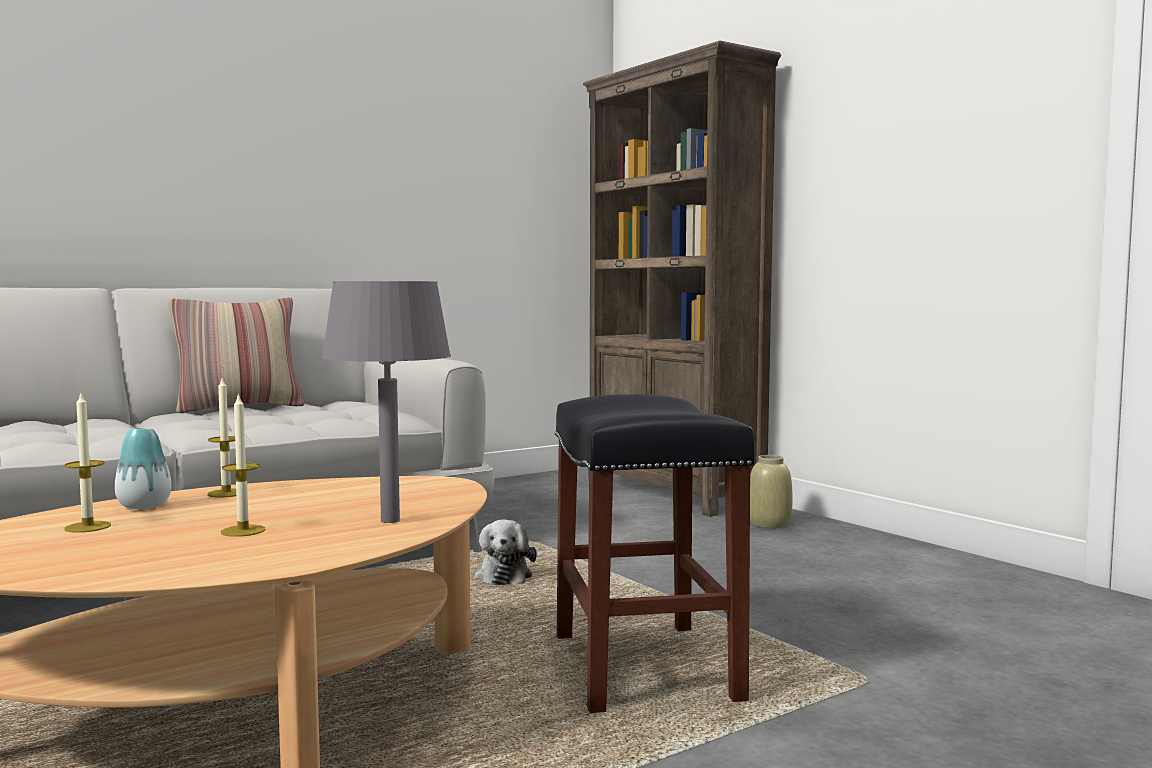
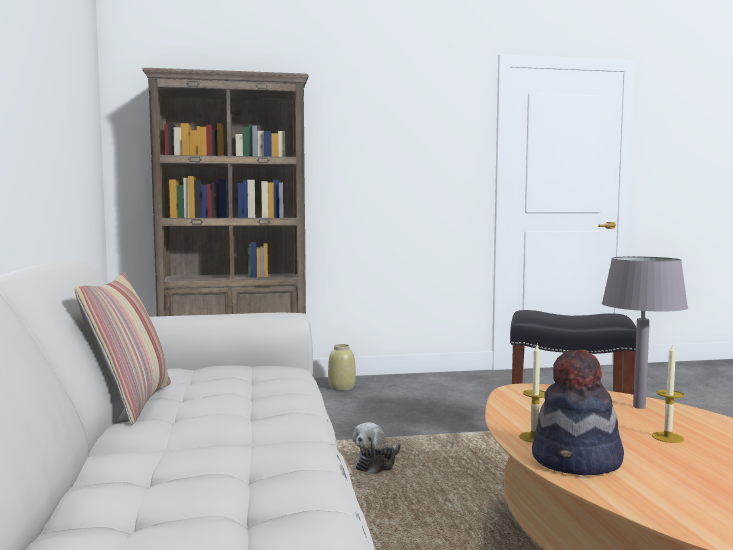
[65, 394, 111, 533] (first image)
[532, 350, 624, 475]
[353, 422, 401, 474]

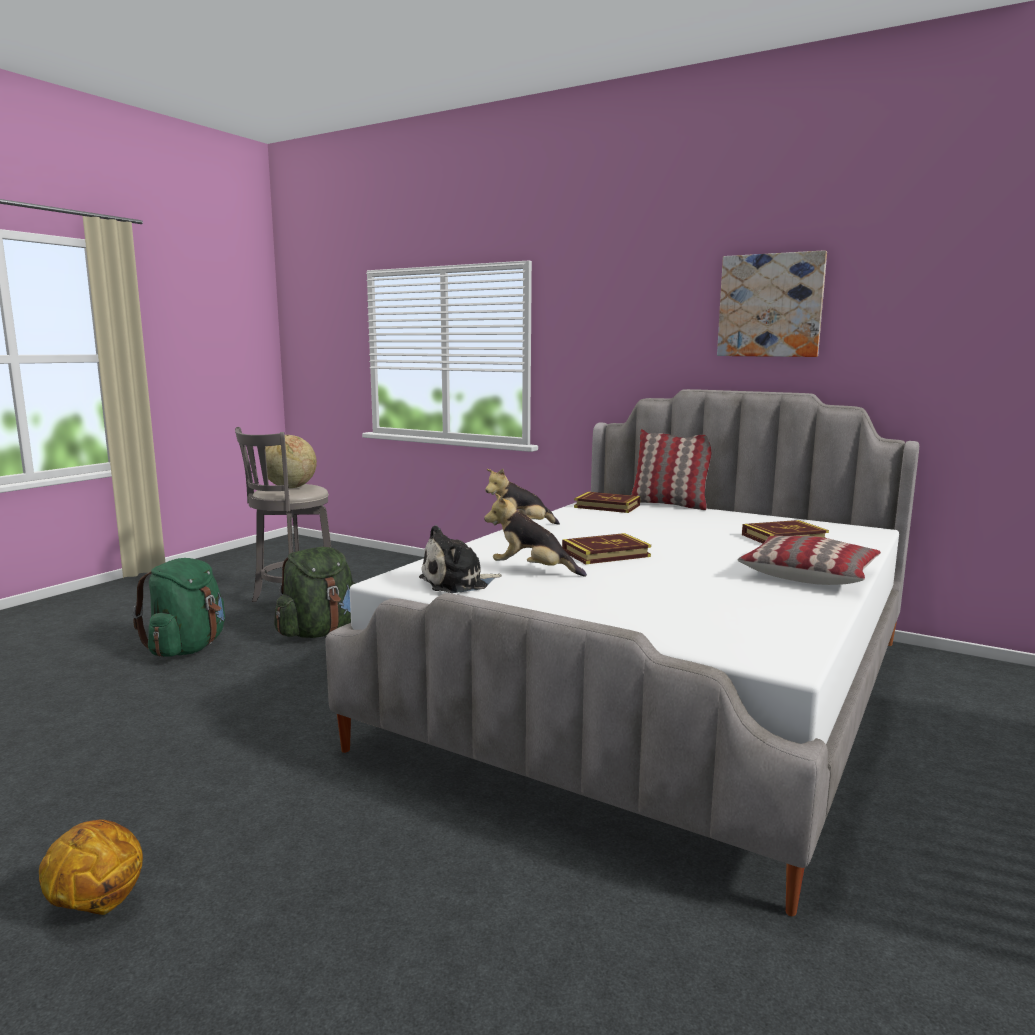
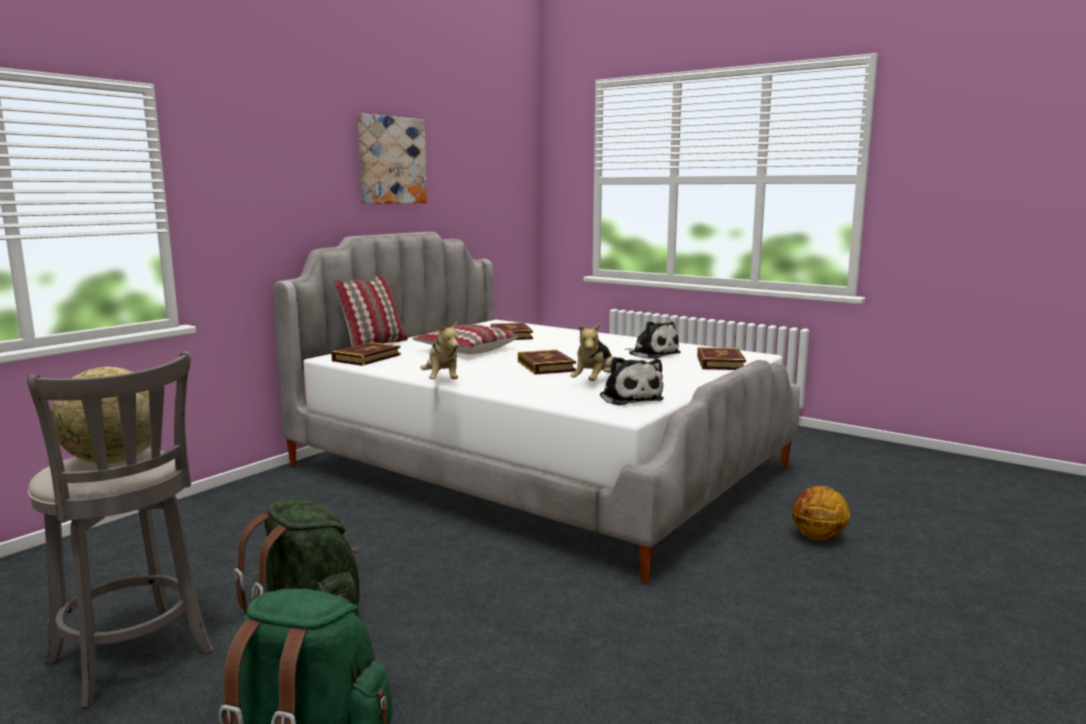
[792, 486, 850, 541]
[413, 324, 519, 354]
[625, 321, 681, 359]
[697, 347, 746, 370]

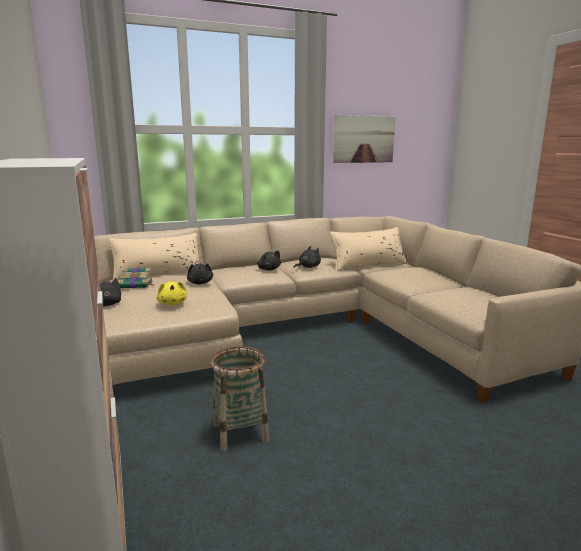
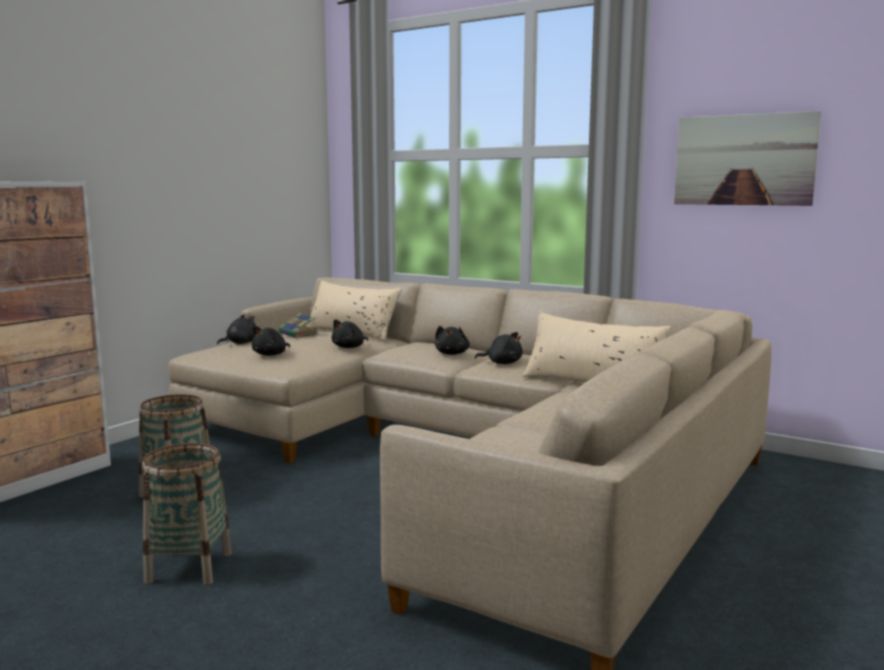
[252, 326, 290, 356]
[142, 443, 232, 585]

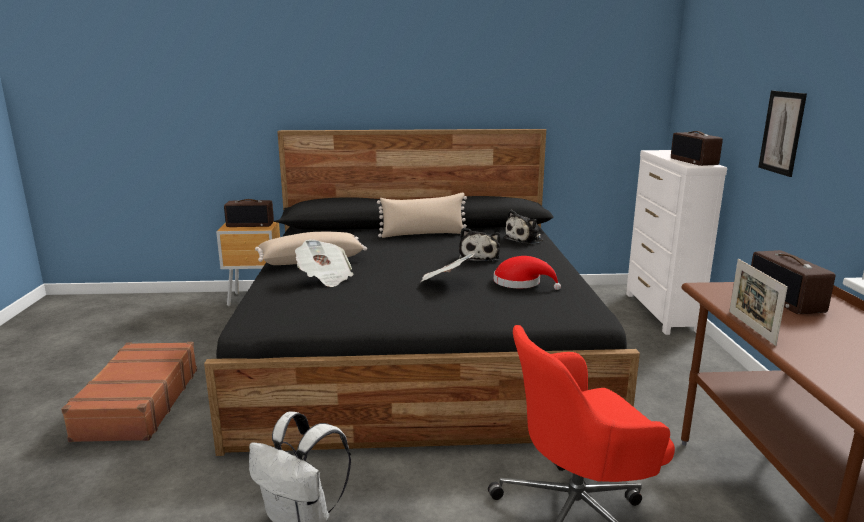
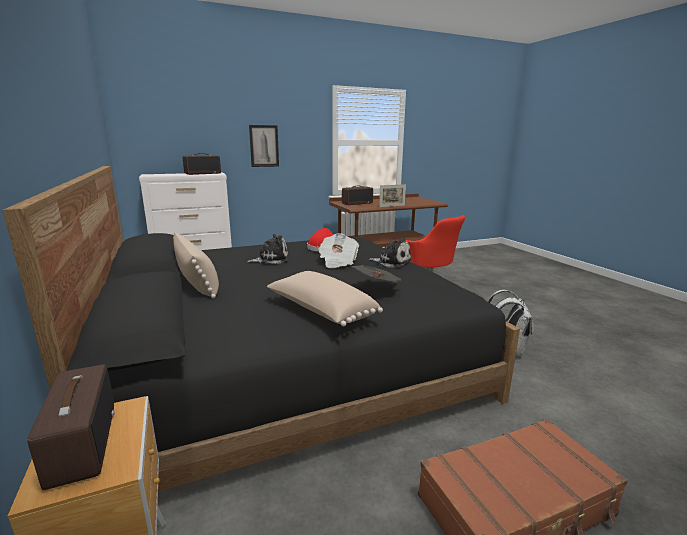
[369, 238, 411, 268]

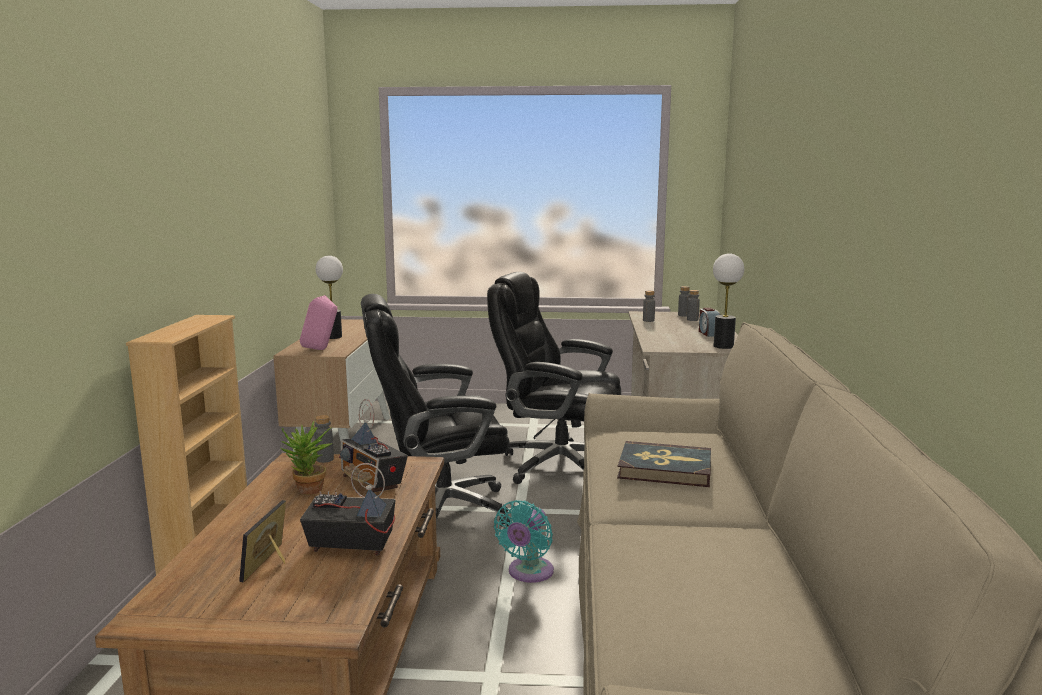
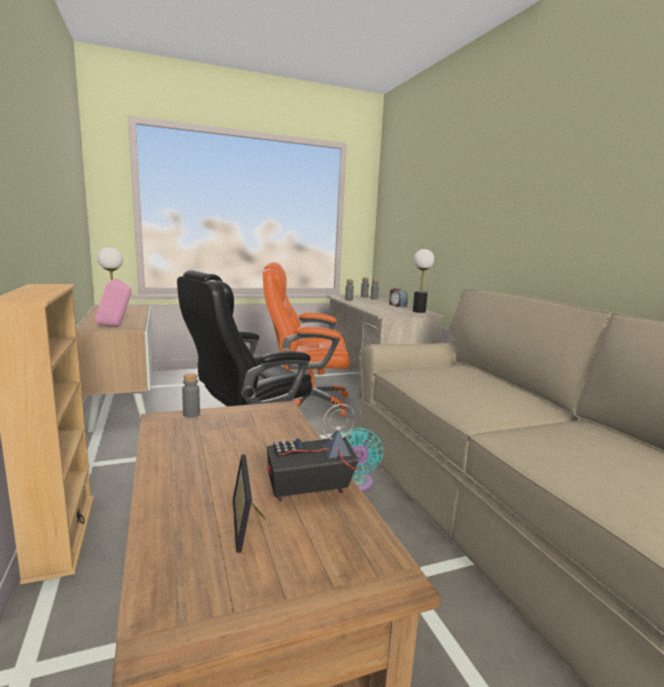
[280, 421, 333, 495] (first image)
[339, 399, 408, 492] (first image)
[263, 262, 350, 416]
[617, 441, 711, 487] (first image)

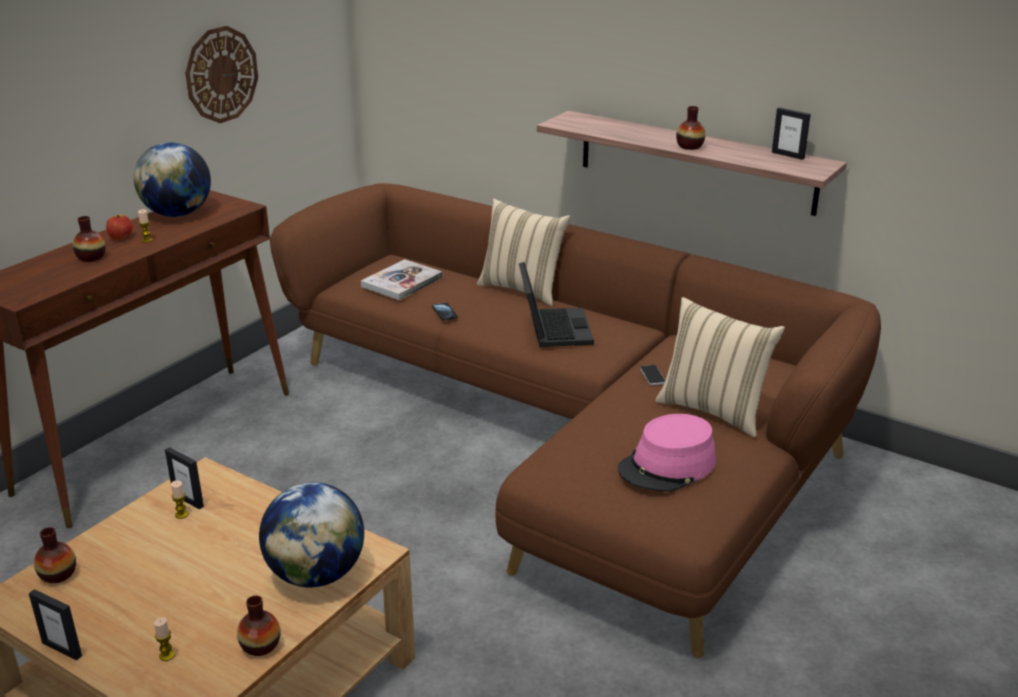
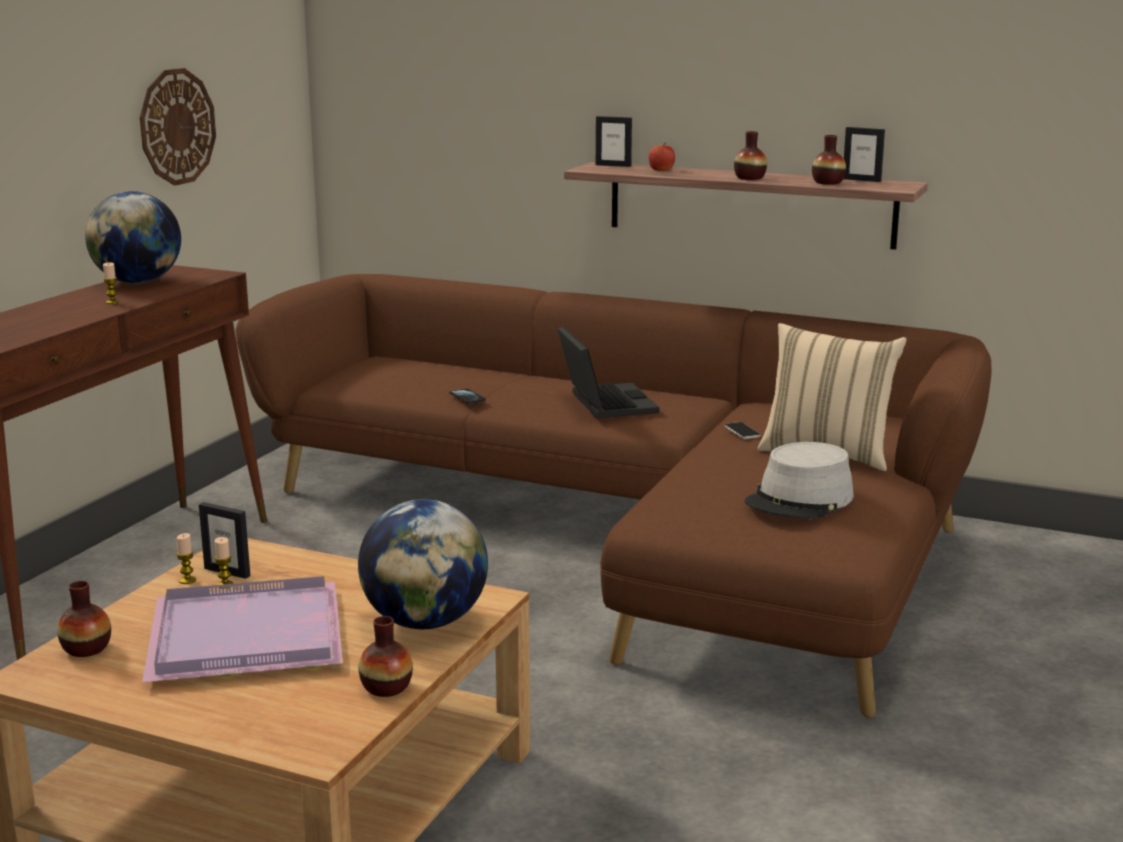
[596, 116, 632, 167]
[812, 135, 846, 185]
[649, 143, 675, 171]
[176, 533, 196, 584]
[361, 259, 443, 300] (first image)
[477, 199, 570, 306] (first image)
[745, 442, 854, 519]
[142, 576, 343, 682]

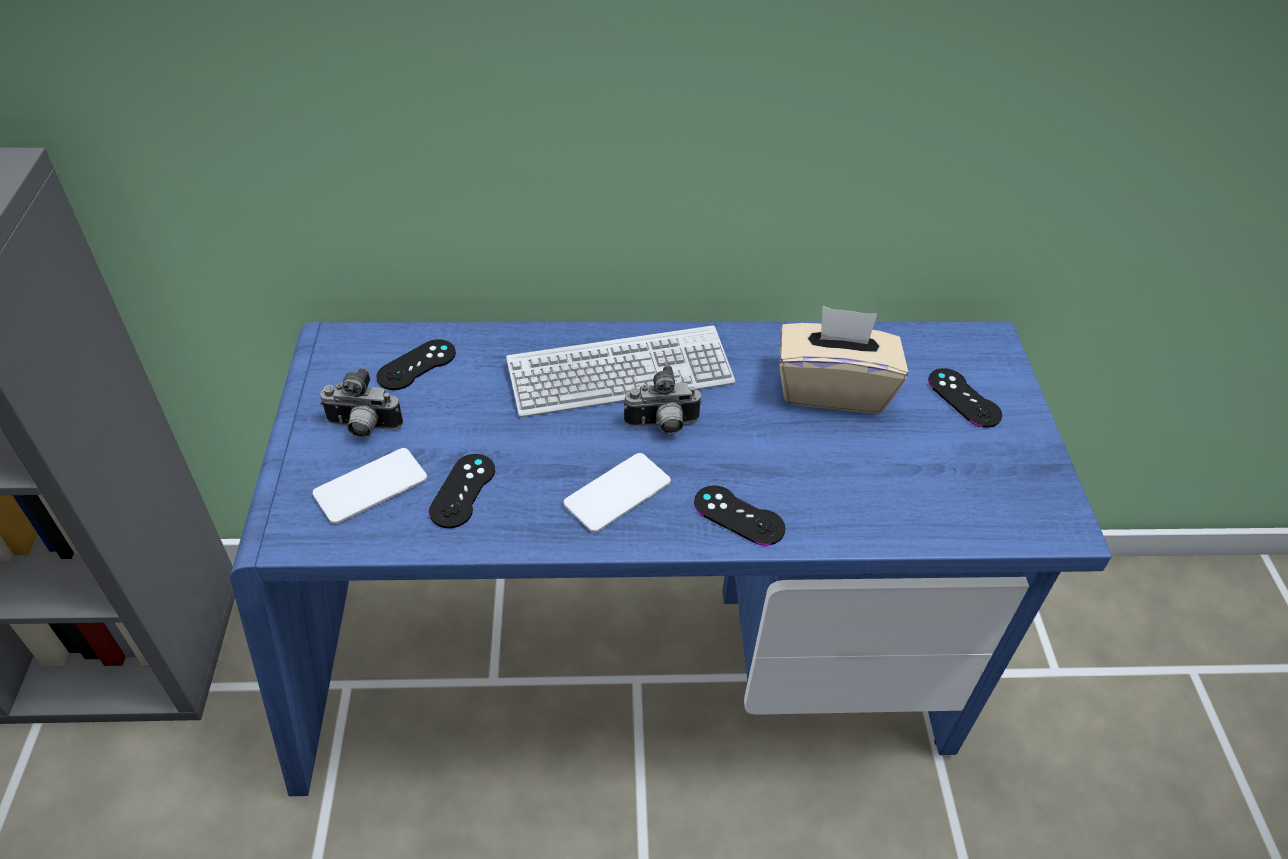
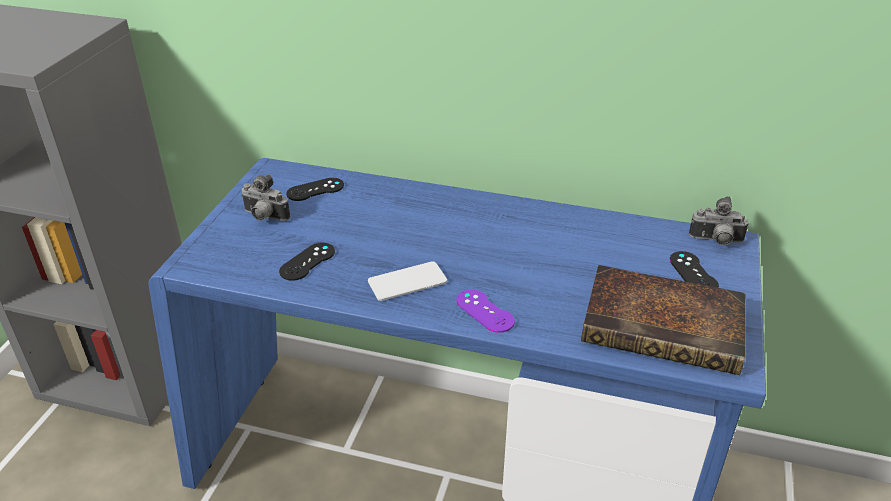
[312, 448, 427, 524] (first image)
[506, 326, 735, 417] (first image)
[689, 196, 749, 245]
[456, 289, 515, 333]
[779, 306, 908, 413] (first image)
[581, 265, 745, 375]

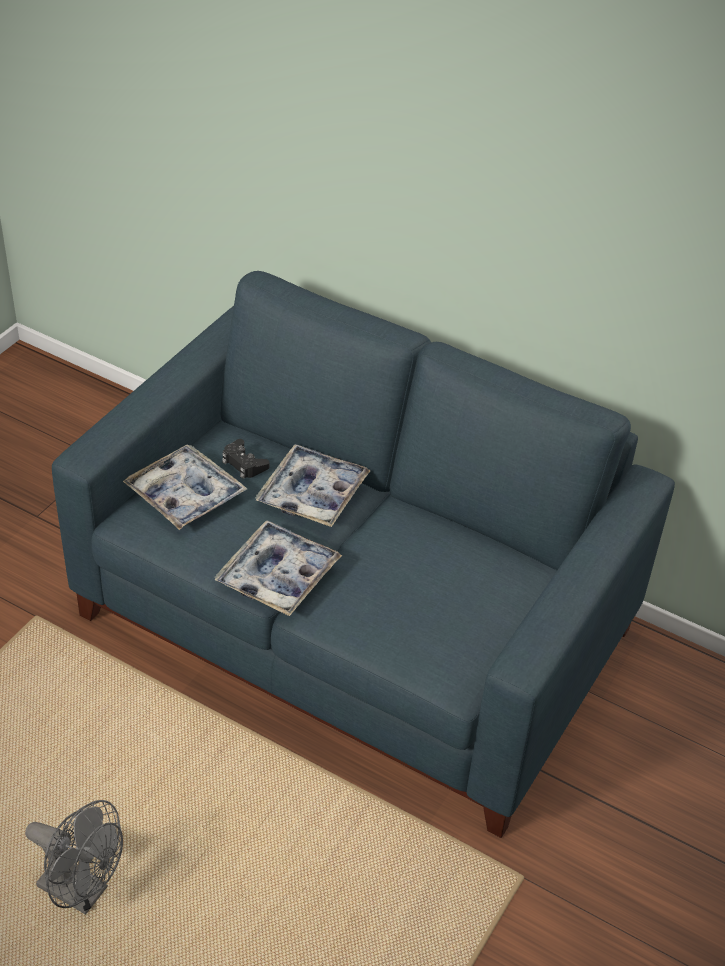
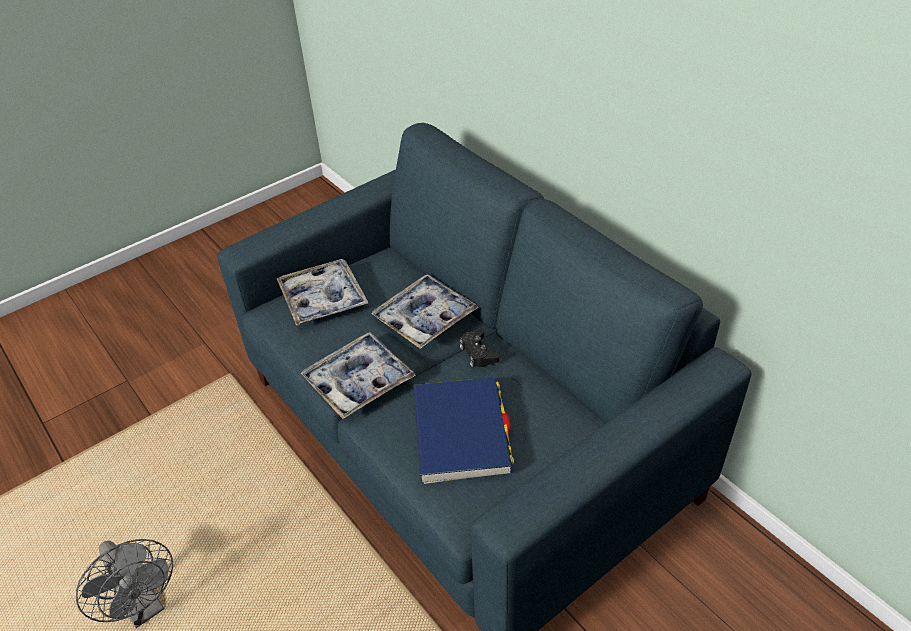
[460, 329, 499, 367]
[413, 377, 514, 484]

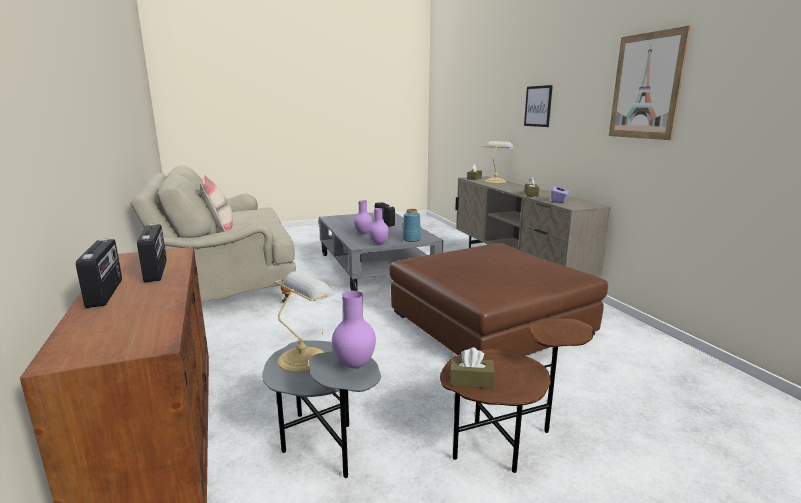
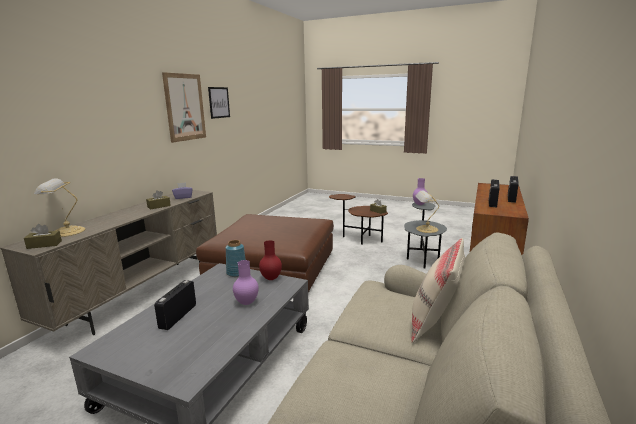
[259, 240, 282, 280]
[208, 87, 230, 119]

